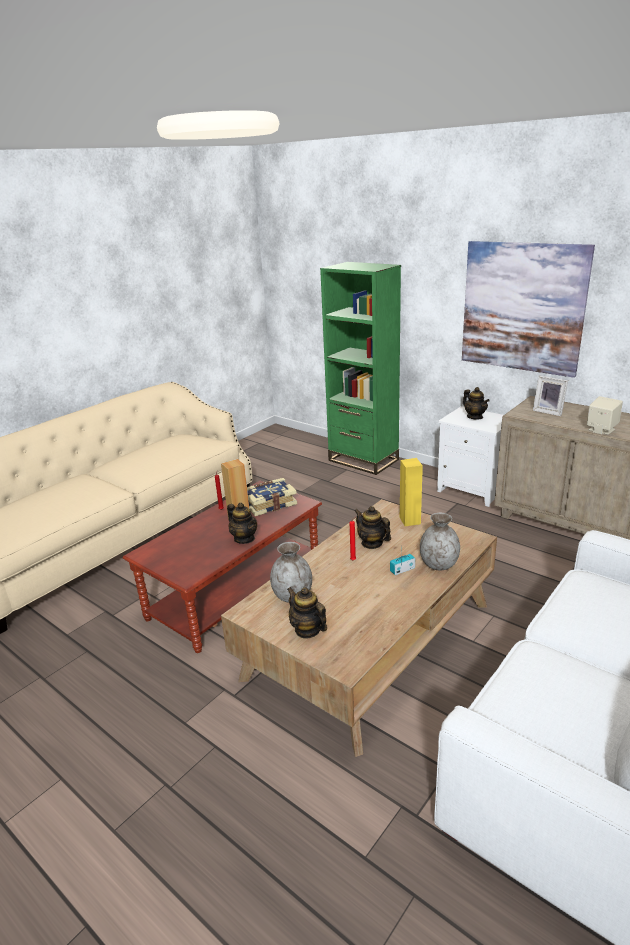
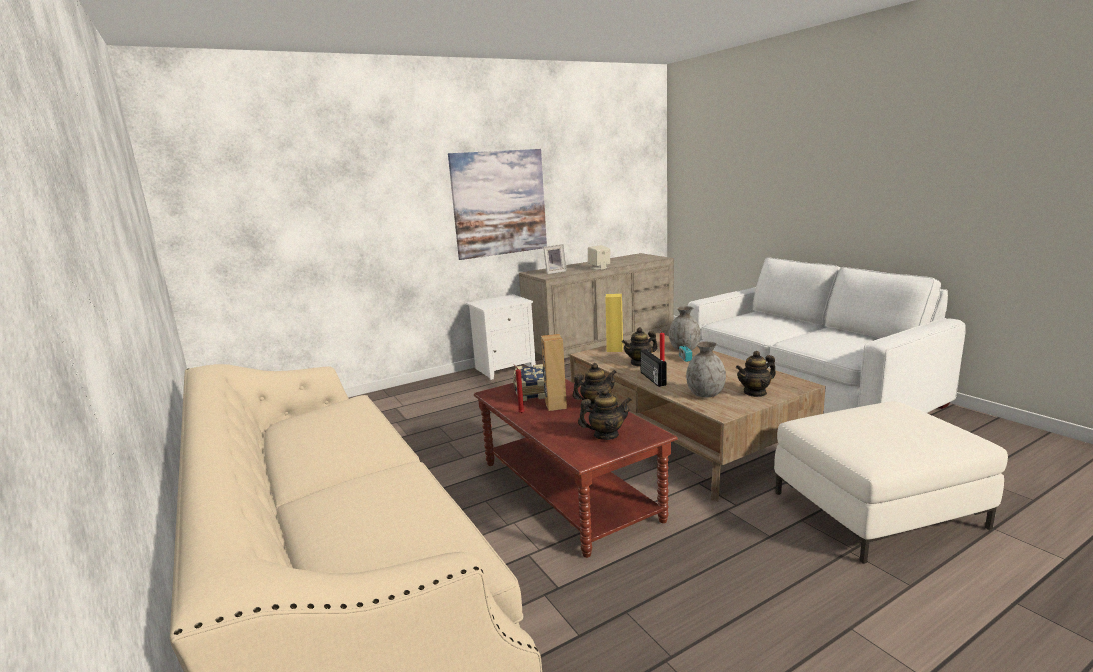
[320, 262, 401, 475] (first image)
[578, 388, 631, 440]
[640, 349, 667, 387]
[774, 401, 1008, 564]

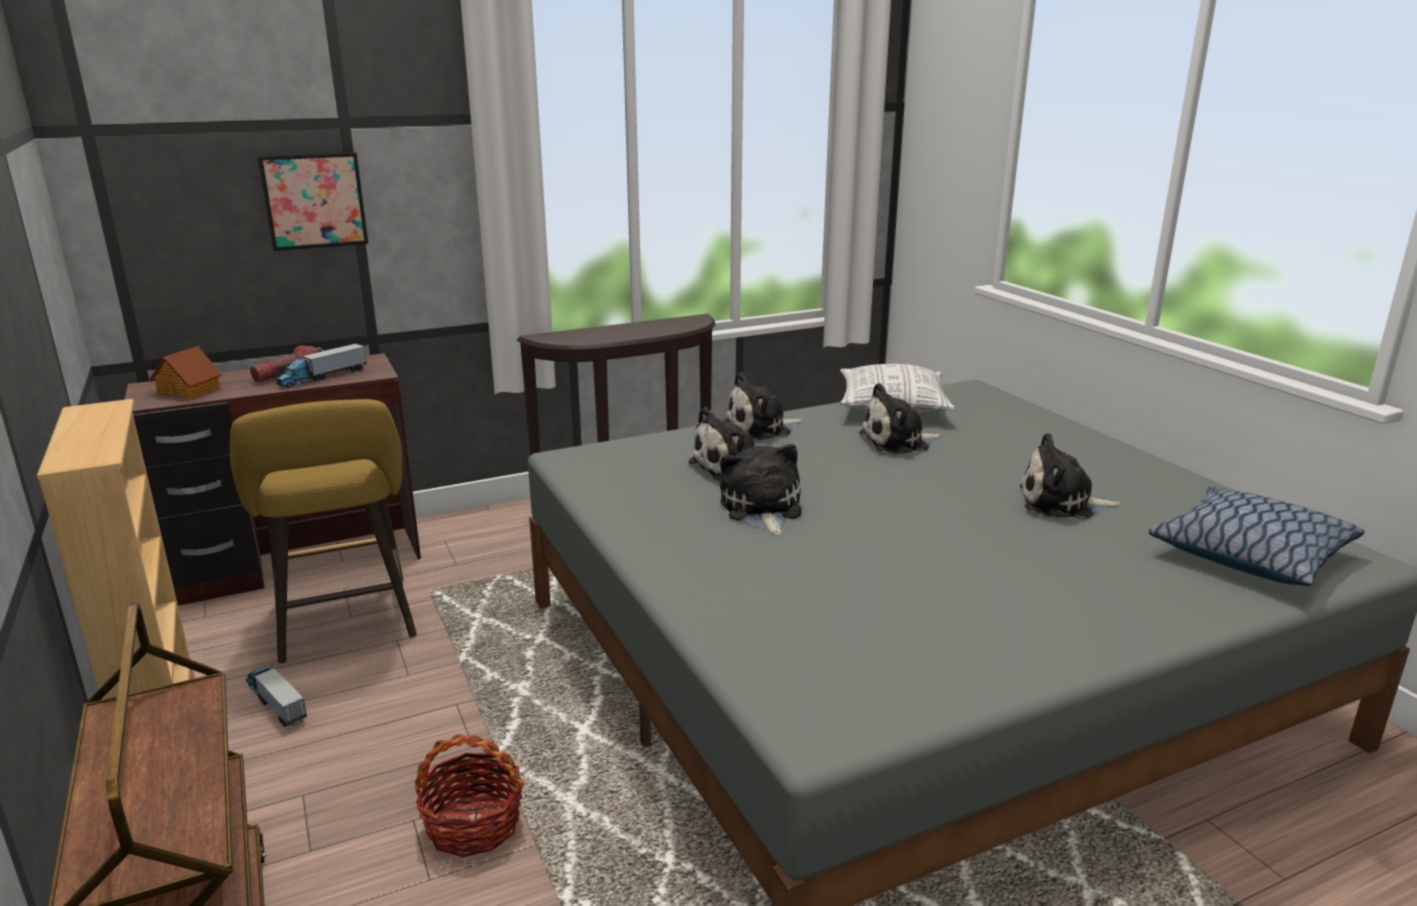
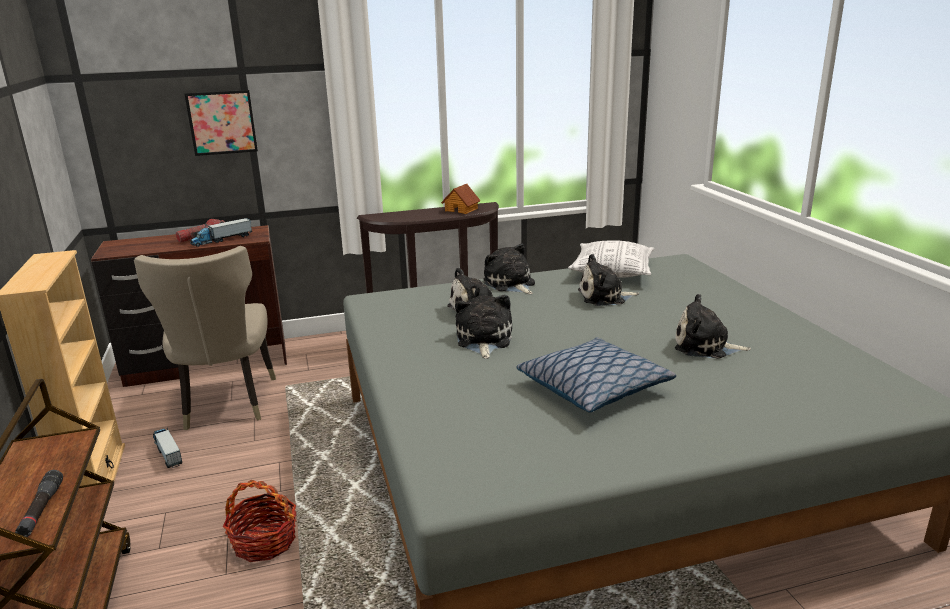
[441, 184, 481, 214]
[134, 246, 276, 430]
[484, 243, 535, 294]
[516, 337, 676, 413]
[15, 470, 63, 537]

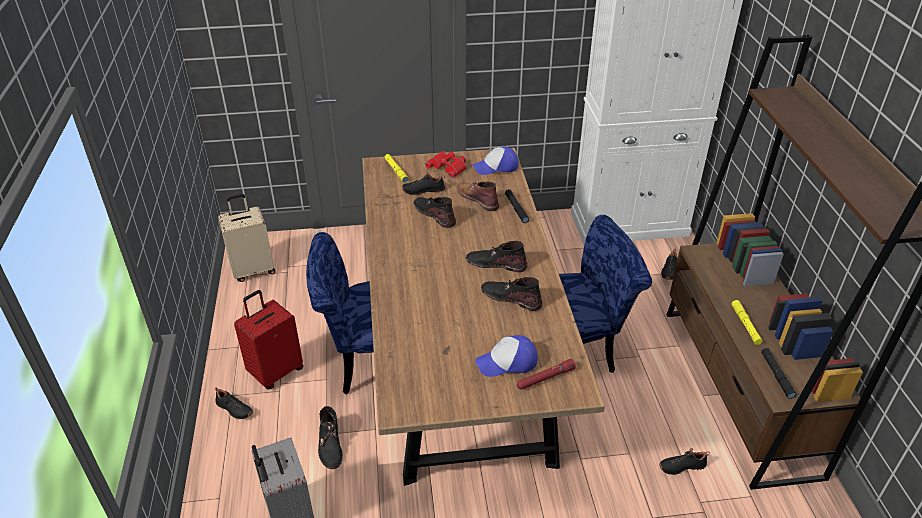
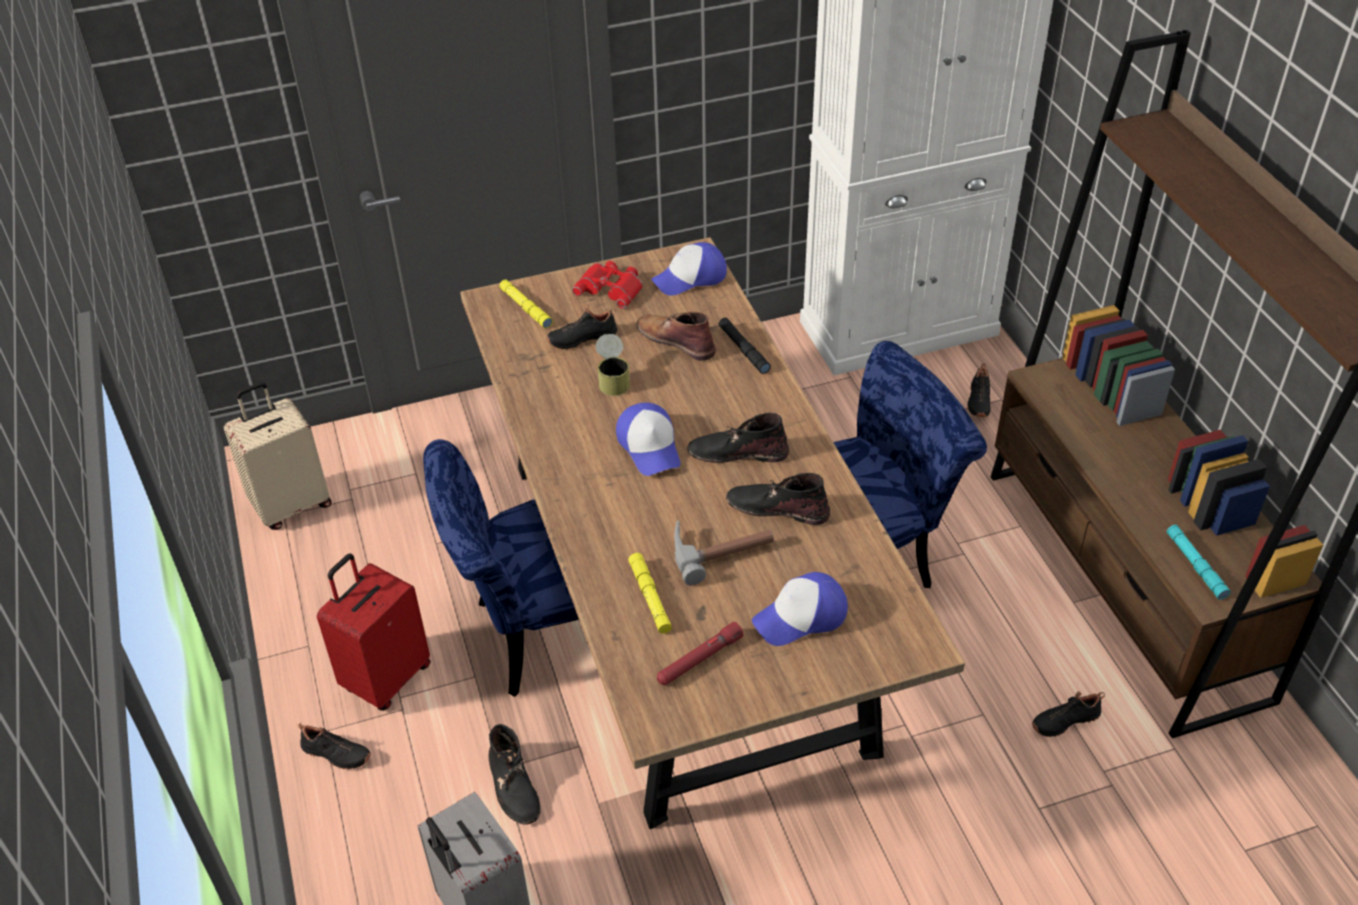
[595, 334, 630, 396]
[657, 622, 743, 686]
[628, 553, 672, 634]
[1167, 525, 1231, 600]
[616, 403, 680, 476]
[674, 521, 774, 586]

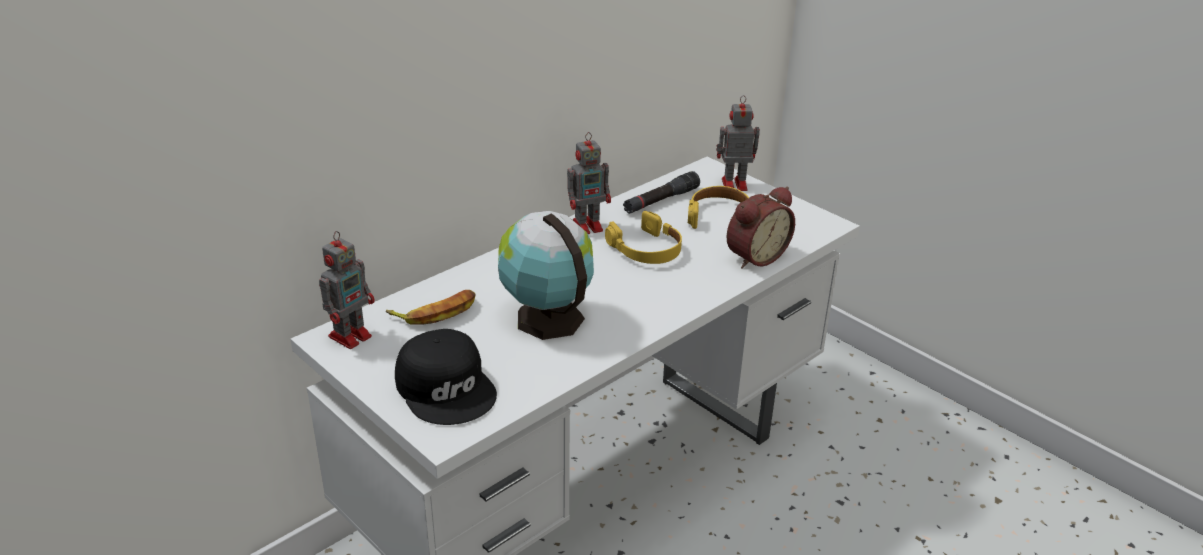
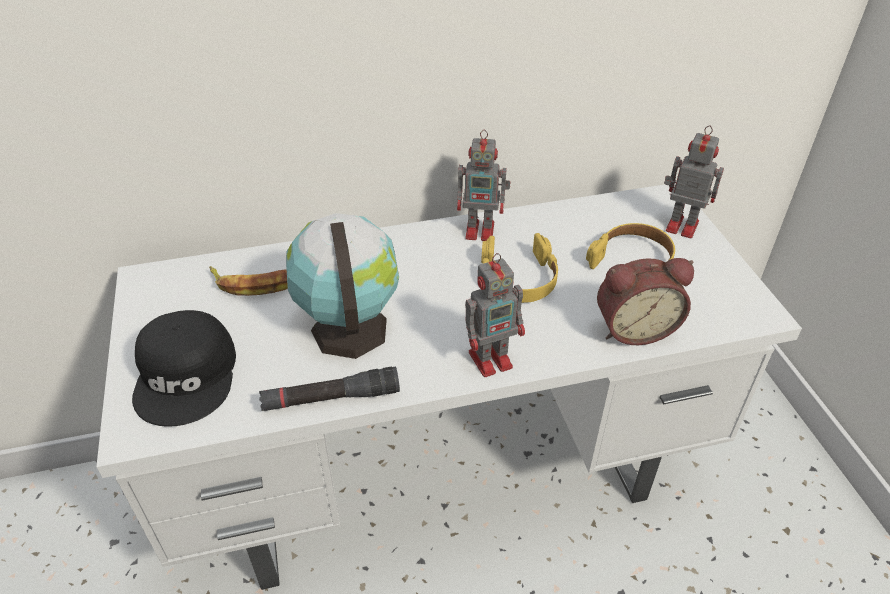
[465, 253, 525, 377]
[259, 367, 400, 411]

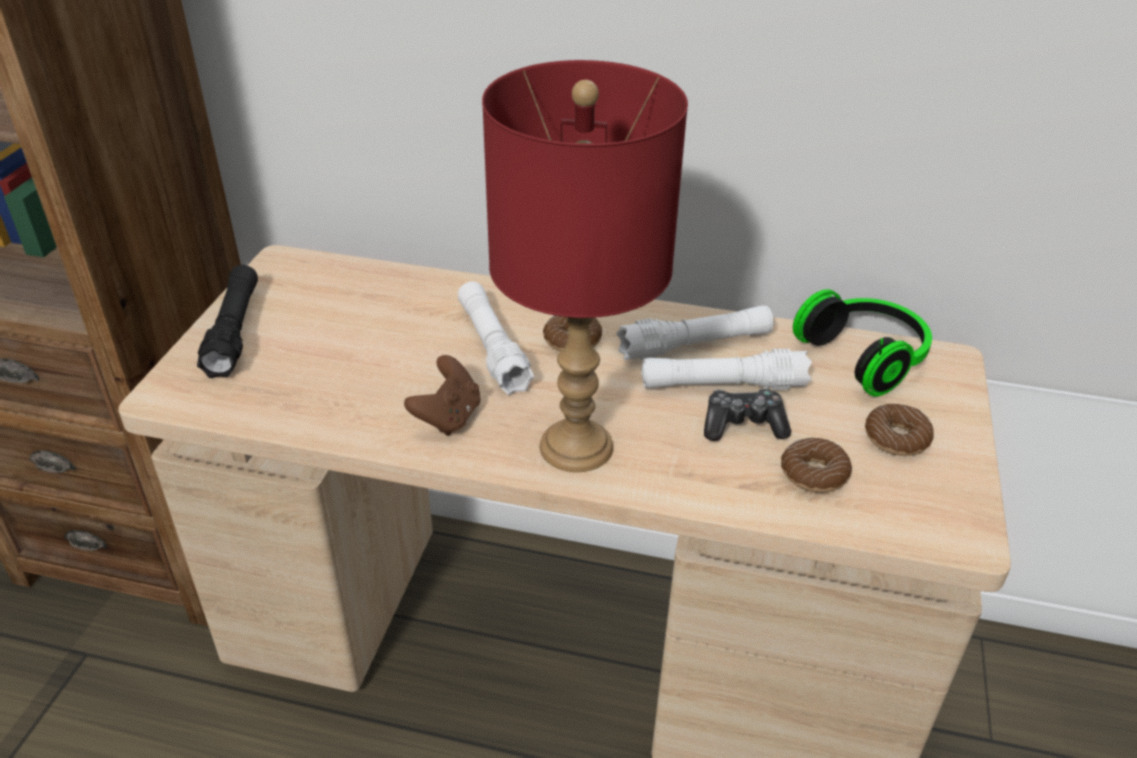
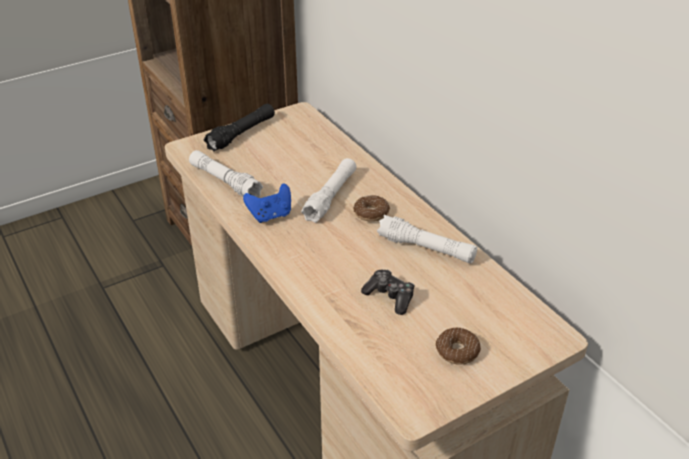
[243, 184, 291, 223]
[482, 60, 688, 472] (first image)
[189, 150, 263, 197]
[781, 438, 852, 493] (first image)
[793, 289, 932, 397] (first image)

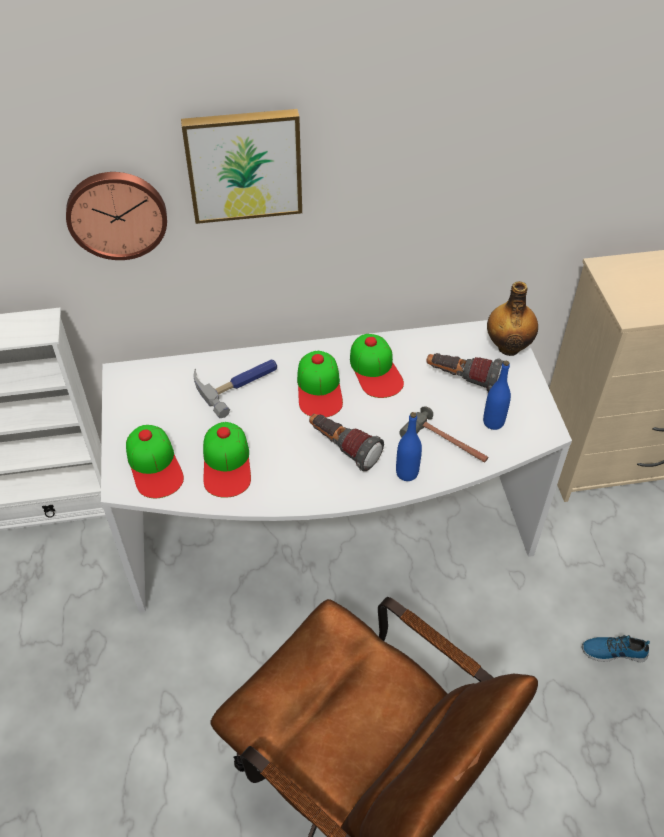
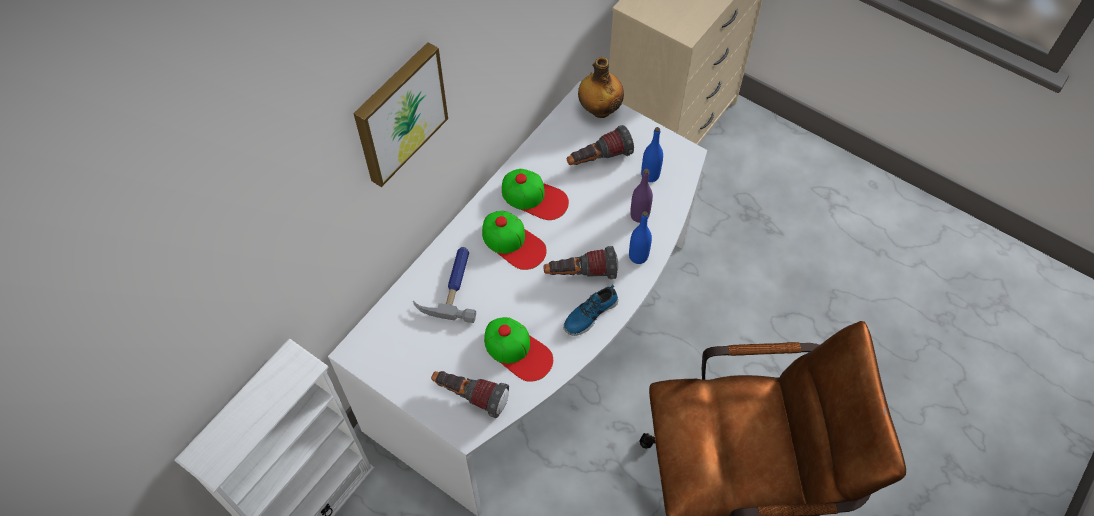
[66, 172, 167, 260] (first image)
[431, 371, 509, 418]
[630, 169, 653, 223]
[563, 285, 618, 336]

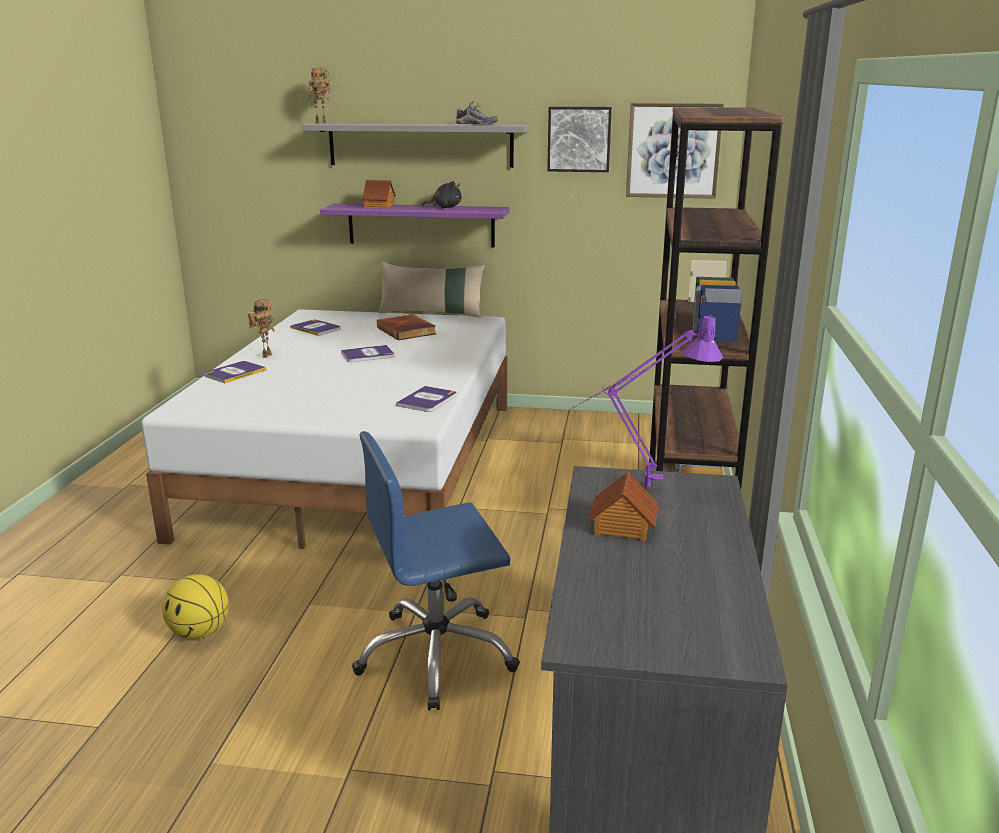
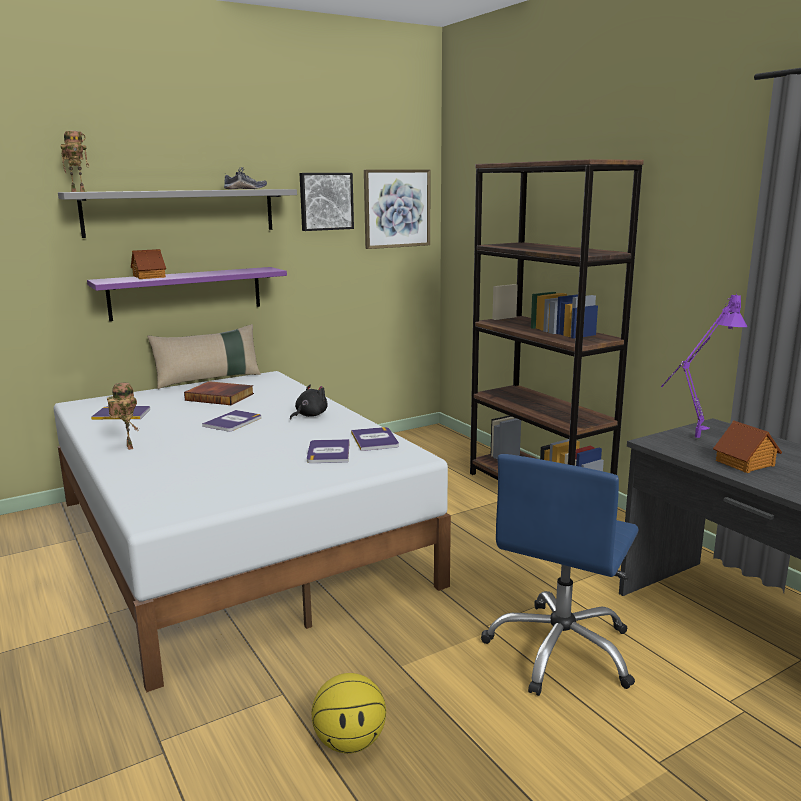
[307, 439, 350, 463]
[290, 384, 327, 420]

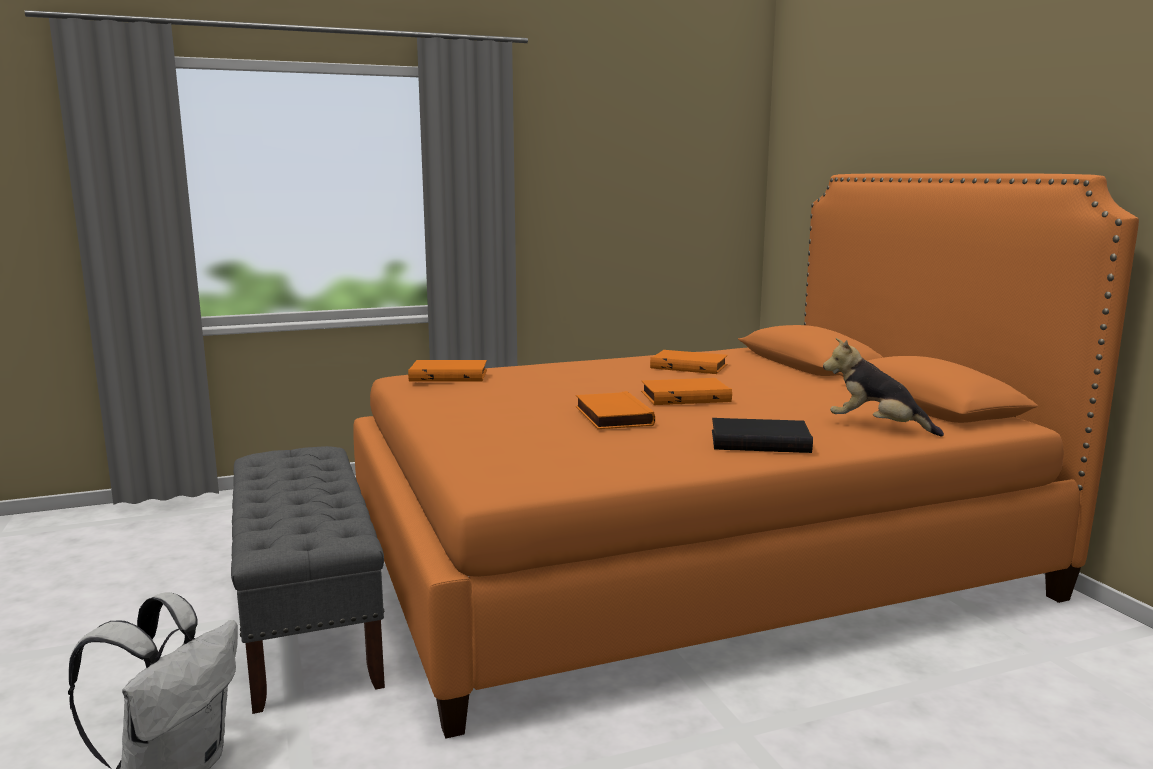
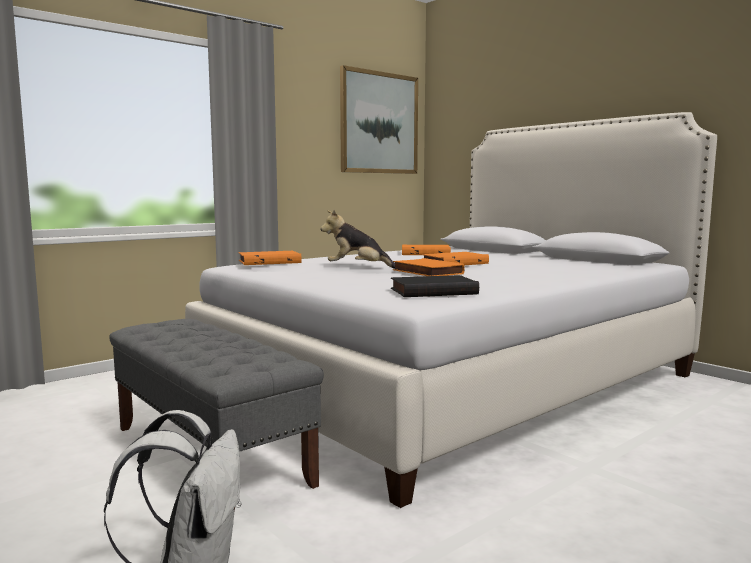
[185, 112, 717, 508]
[391, 275, 479, 297]
[321, 209, 395, 269]
[340, 65, 418, 174]

